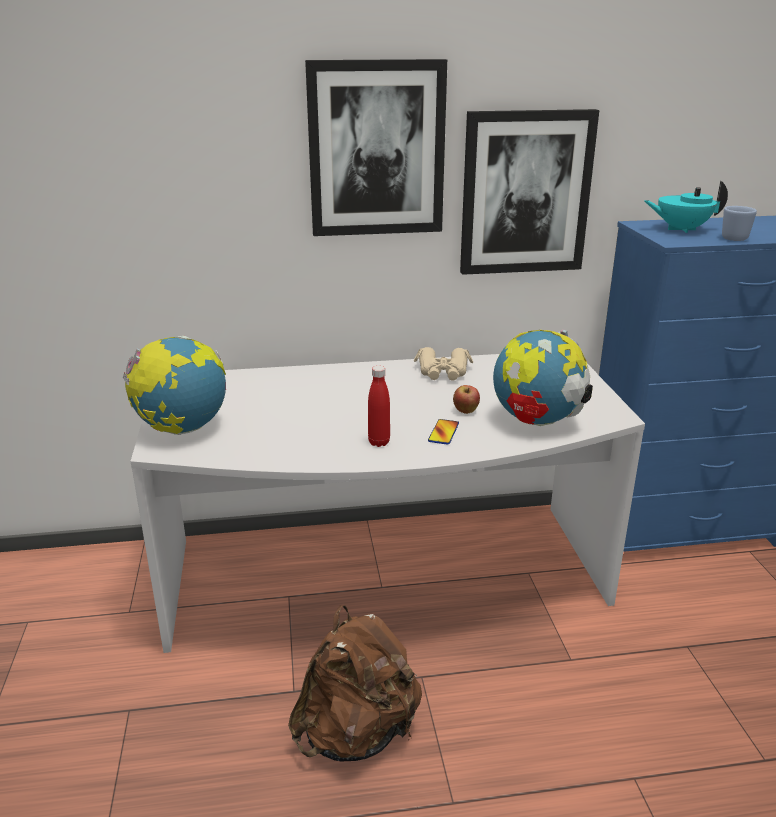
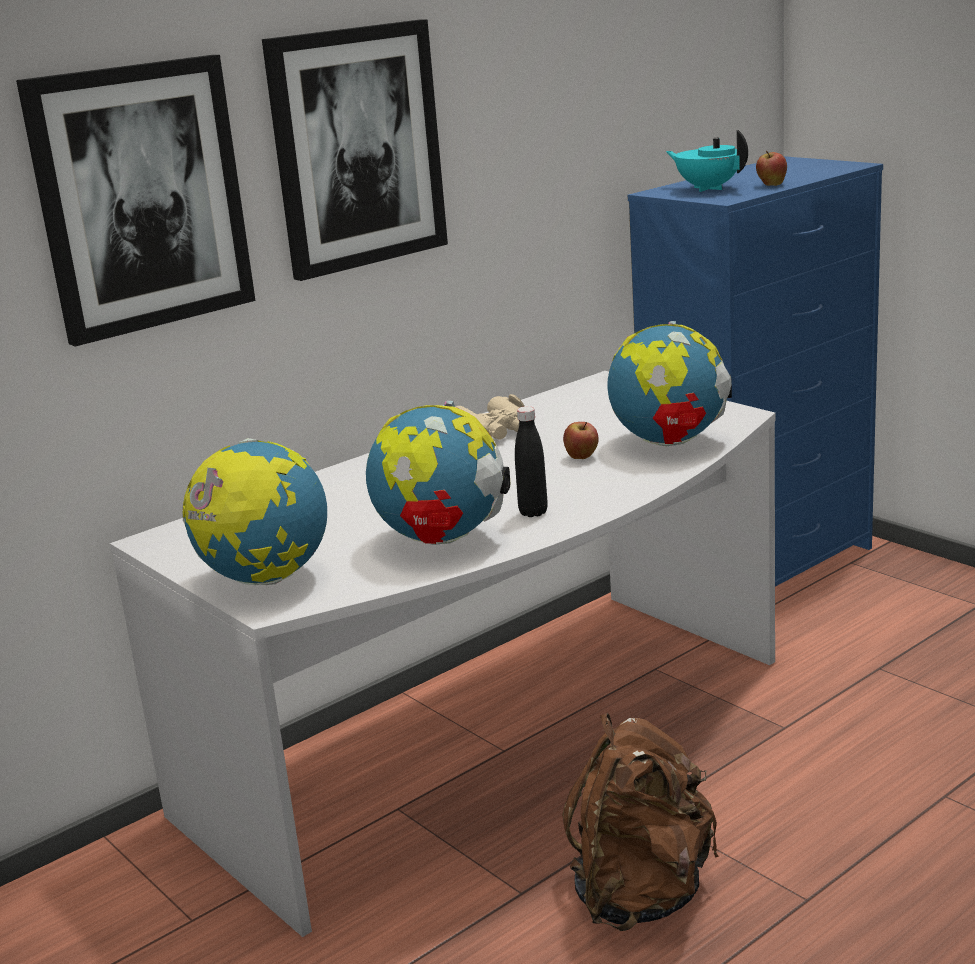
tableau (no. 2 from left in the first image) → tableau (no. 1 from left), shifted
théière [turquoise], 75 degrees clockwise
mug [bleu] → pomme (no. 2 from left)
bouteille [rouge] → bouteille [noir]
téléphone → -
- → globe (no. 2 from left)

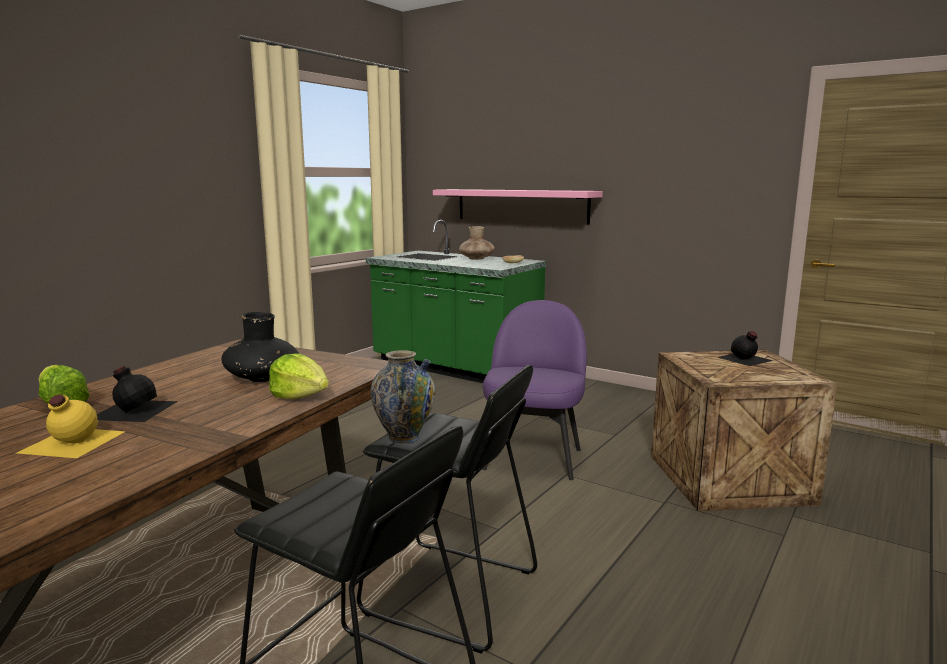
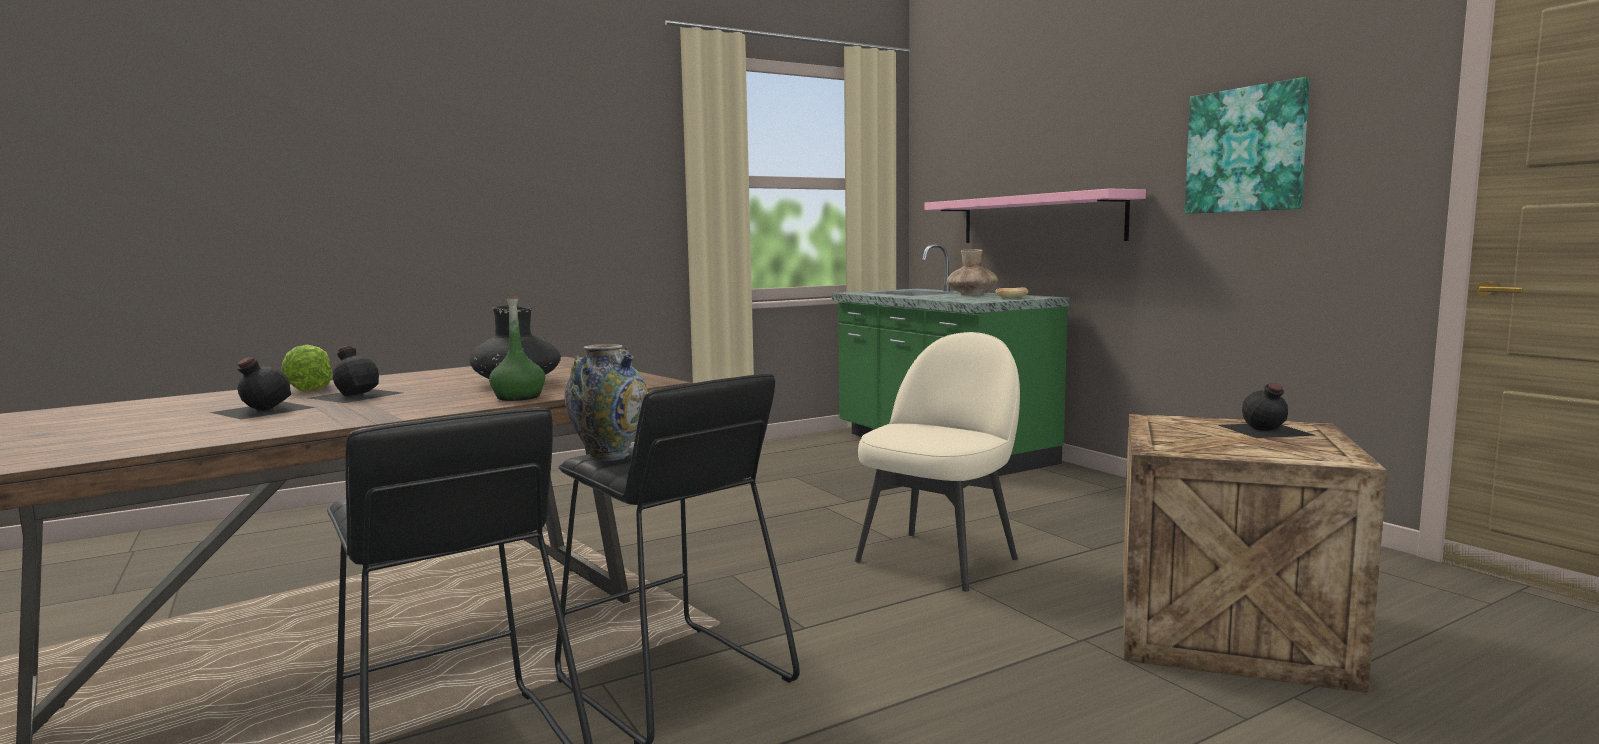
chaise [violet] → chaise [beige]
laitue (no. 2 from left) → bouteille [vert]
bouteille [jaune] → bouteille [noir] (no. 1 from left)
- → tableau

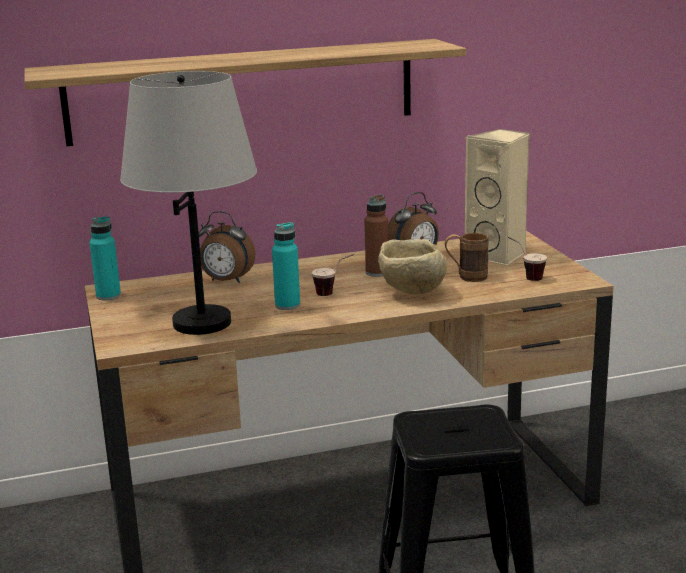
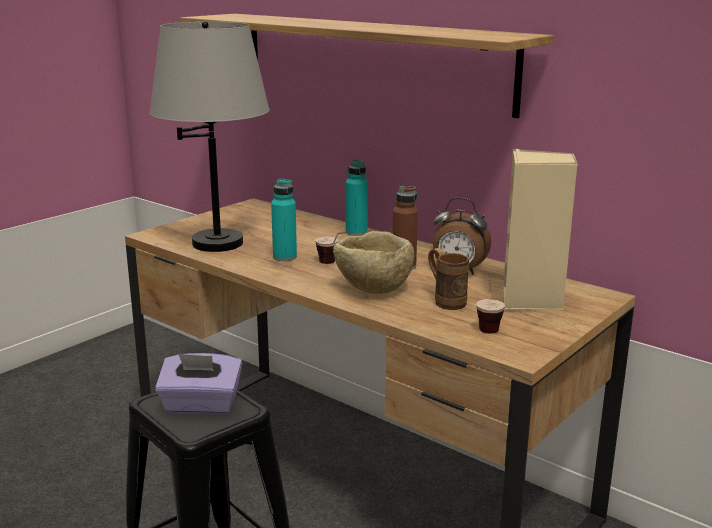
réveil (no. 1 from left) → -
bouteille [turquoise] (no. 1 from left in the first image) → bouteille [turquoise] (no. 2 from left), shifted
- → boîte à mouchoirs [violet]

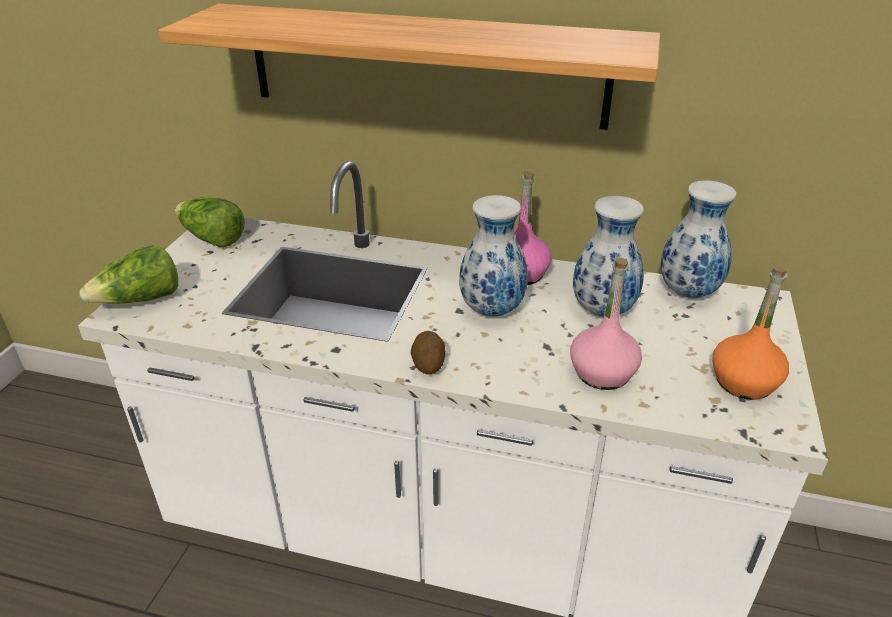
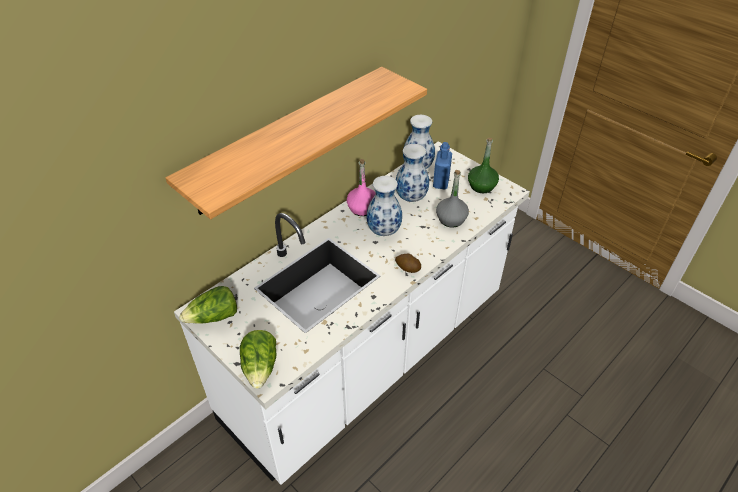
bouteille [rose] (no. 2 from left) → bouteille [gris]
bouteille [orange] → bouteille [vert]
- → bouteille [bleu]

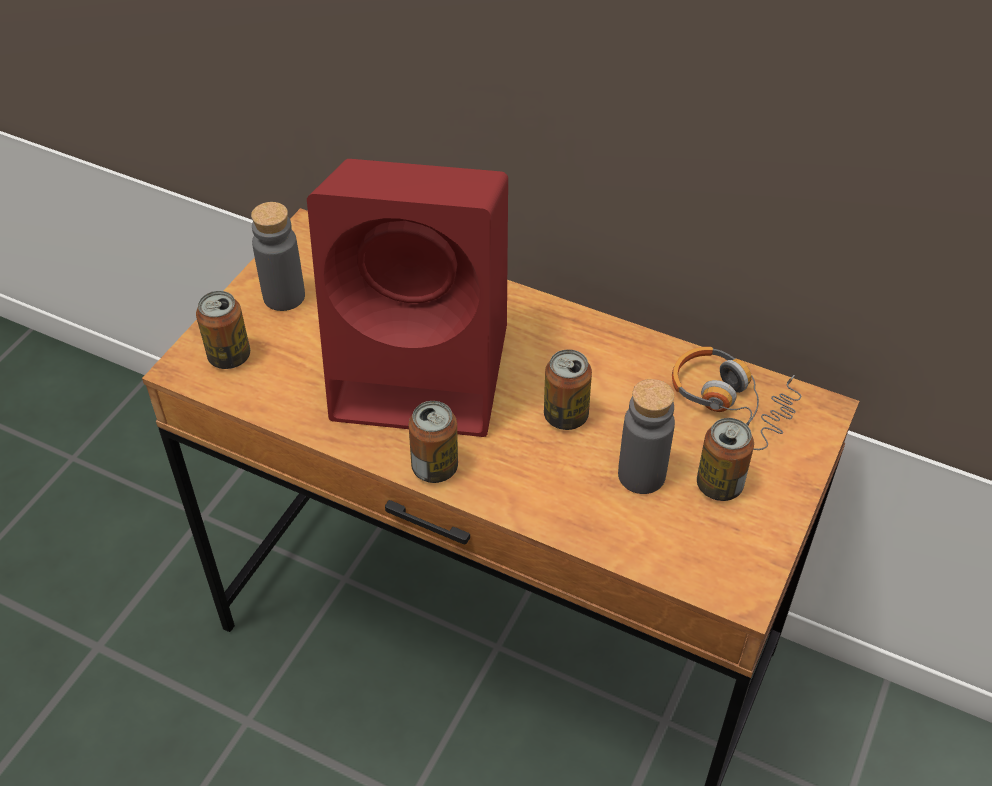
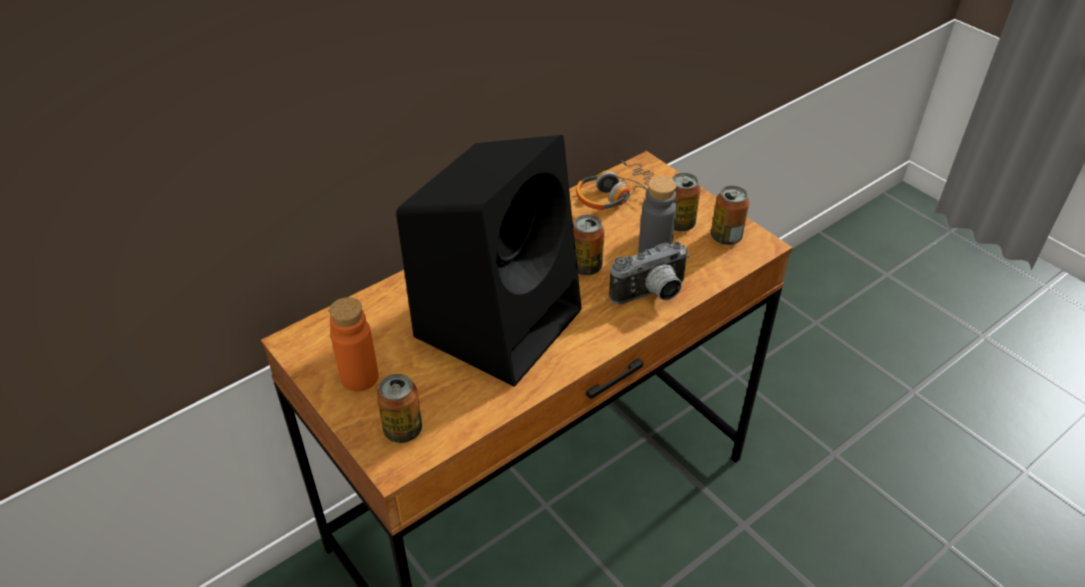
enceinte [rouge] → enceinte [noir]
bouteille [gris] (no. 1 from left) → bouteille [orange]
boîte métallique (no. 2 from left in the first image) → boîte métallique (no. 4 from left), shifted
- → appareil photo

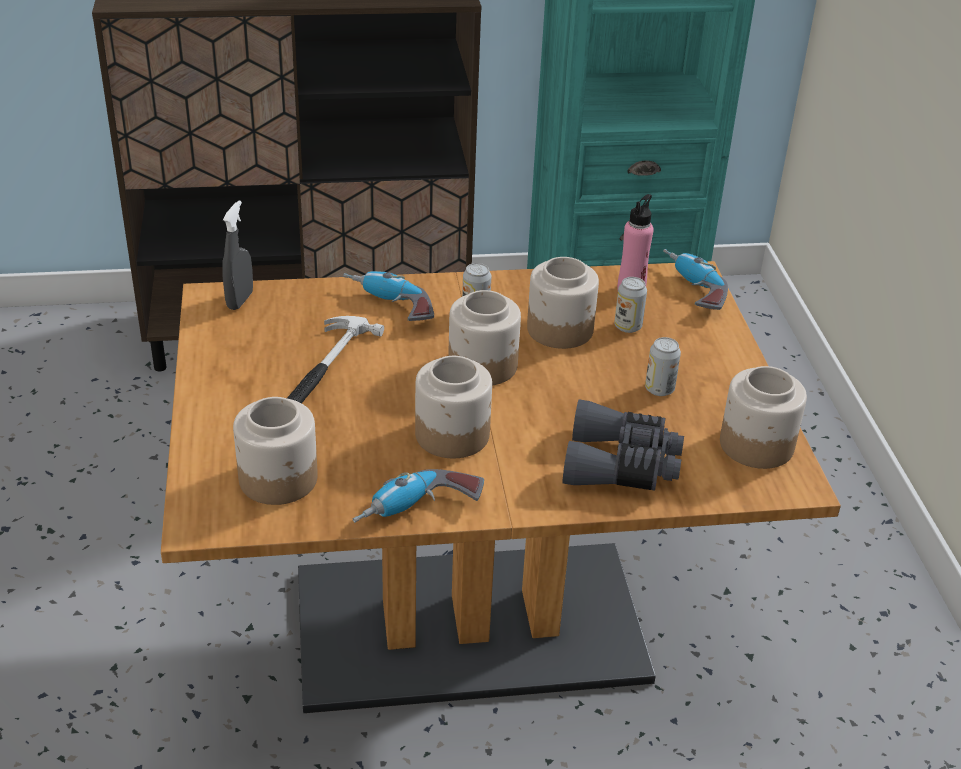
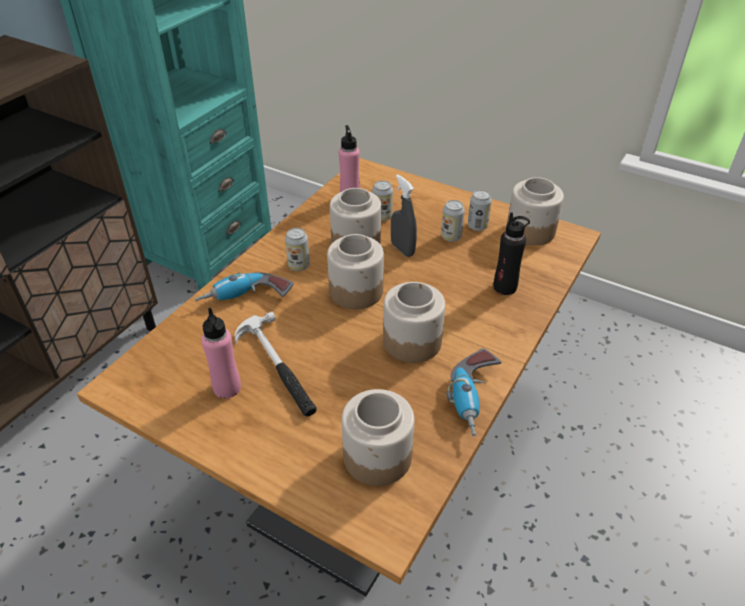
vaporisateur [gris], shifted
perceuse (no. 3 from left) → -
jumelles [gris] → bouteille [noir]
- → boîte métallique (no. 4 from left)
- → bouteille [rose] (no. 1 from left)

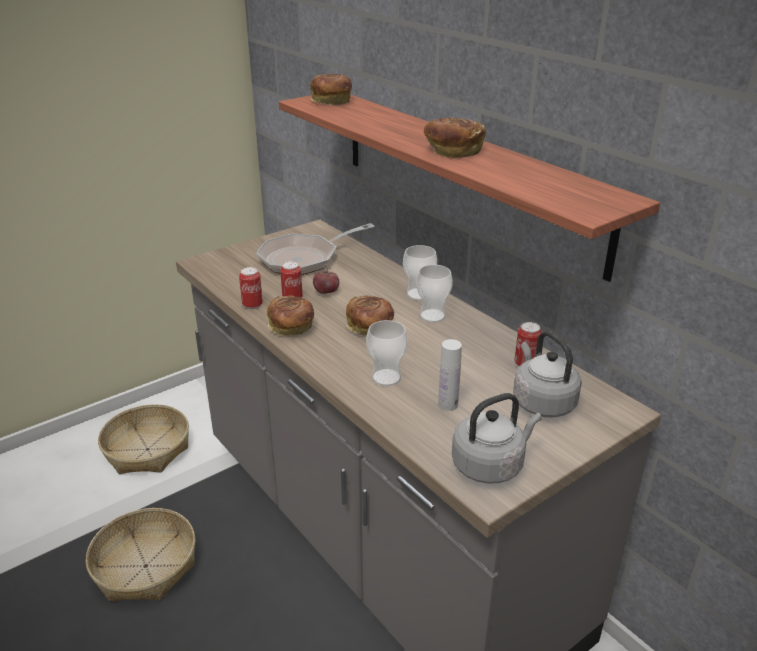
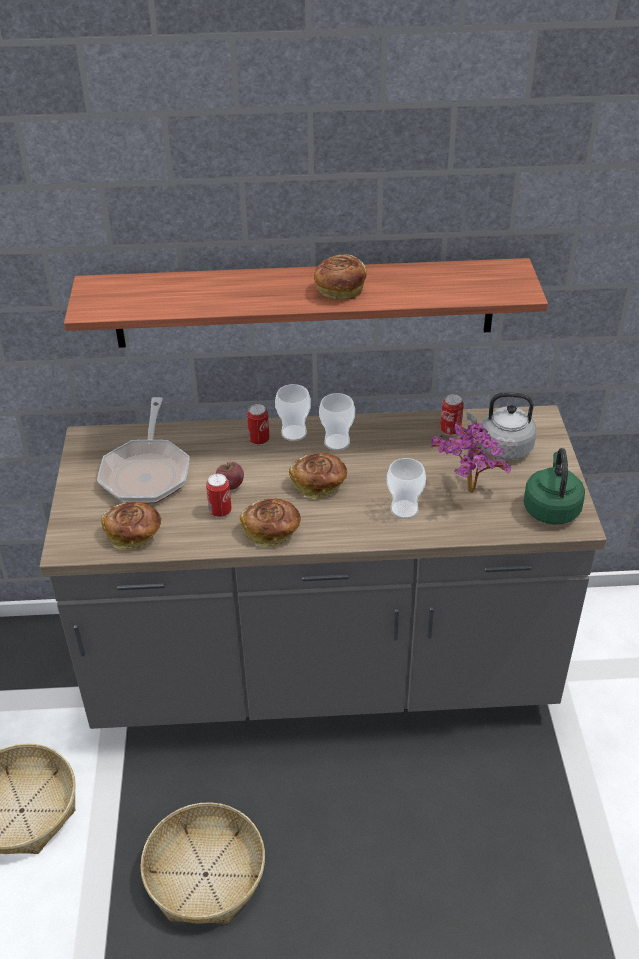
pain (no. 2 from left in the first image) → pain (no. 1 from left), shifted
boîte métallique (no. 1 from left in the first image) → boîte métallique (no. 2 from left), shifted
bouteille [blanc] → plante en pot
bouilloire [gris] (no. 1 from left) → bouilloire [vert]

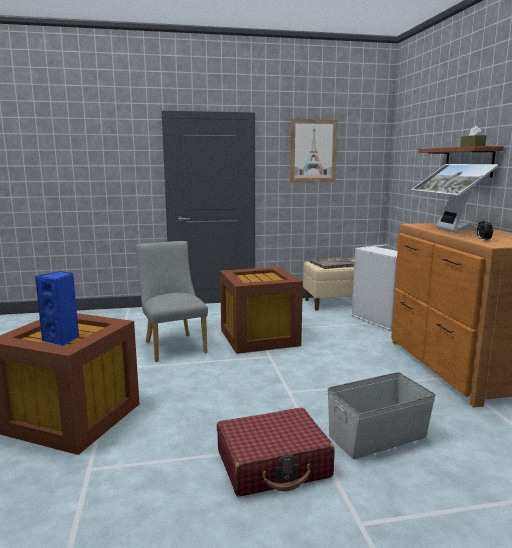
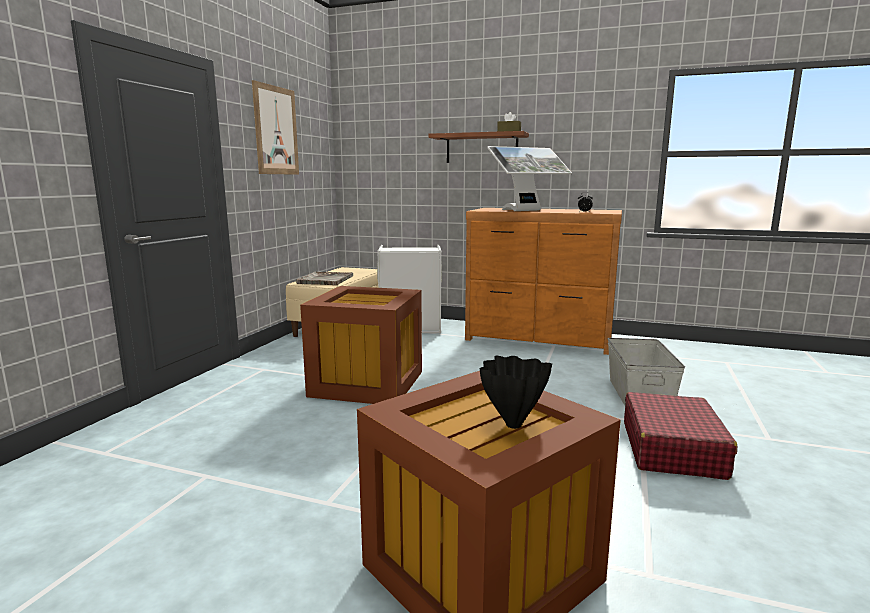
écran d'ordinateur, 45 degrees counterclockwise
chaise [gris] → -
enceinte [bleu] → vase [noir]

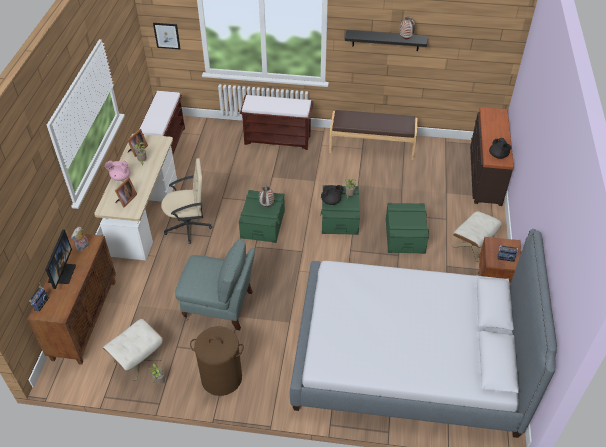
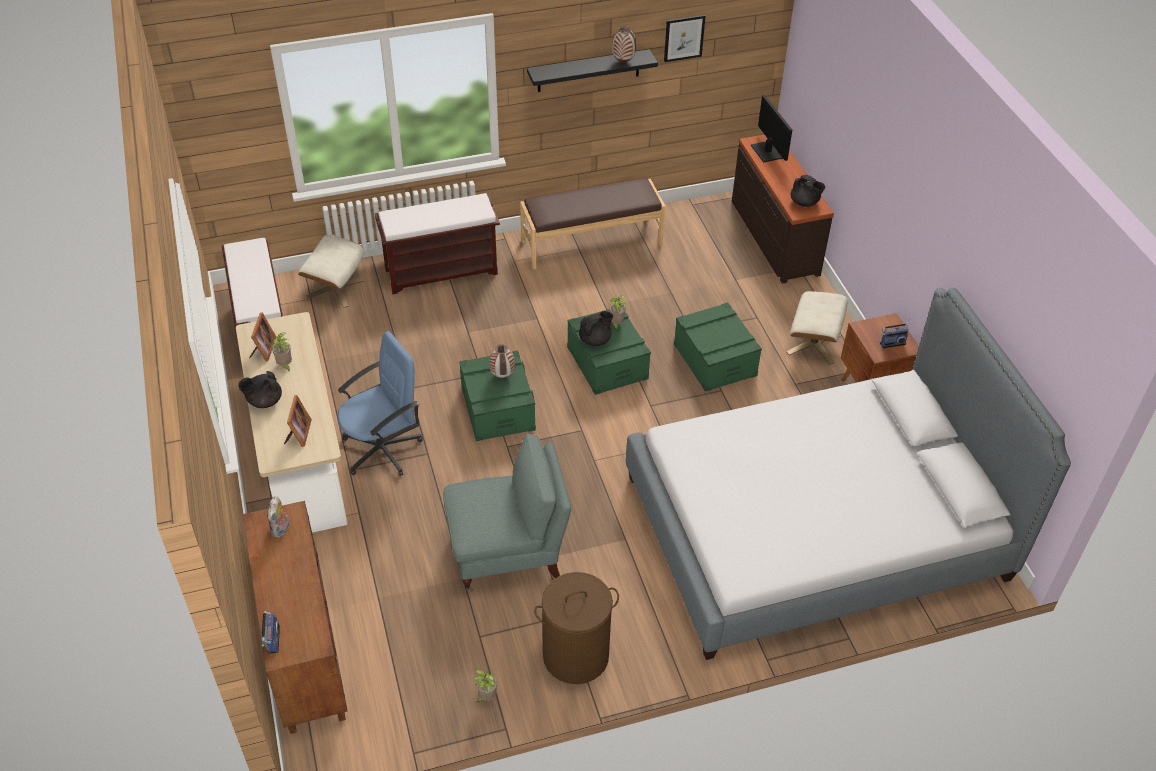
tableau, shifted
chaise de bureau [beige] → chaise de bureau [bleu]
théière [rose] → théière [noir] (no. 1 from left)
écran d'ordinateur, shifted
pouf [beige] (no. 1 from left), shifted

